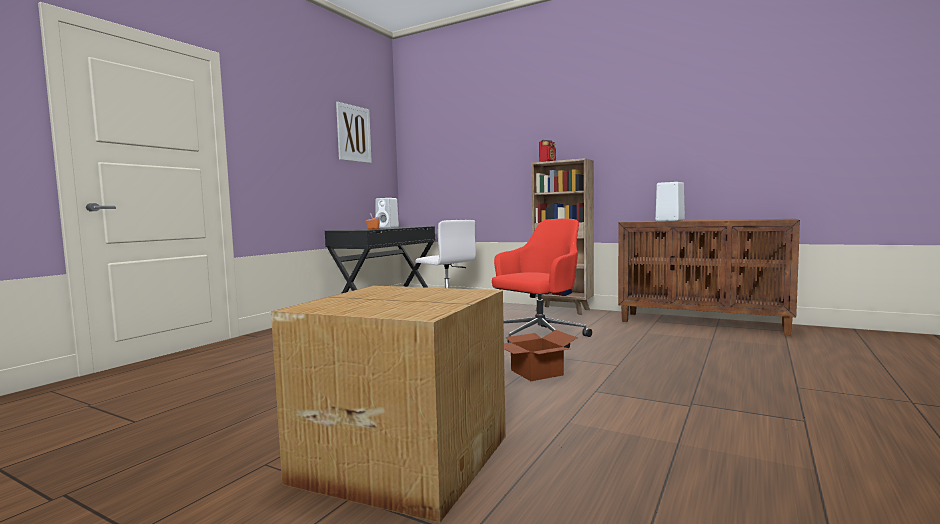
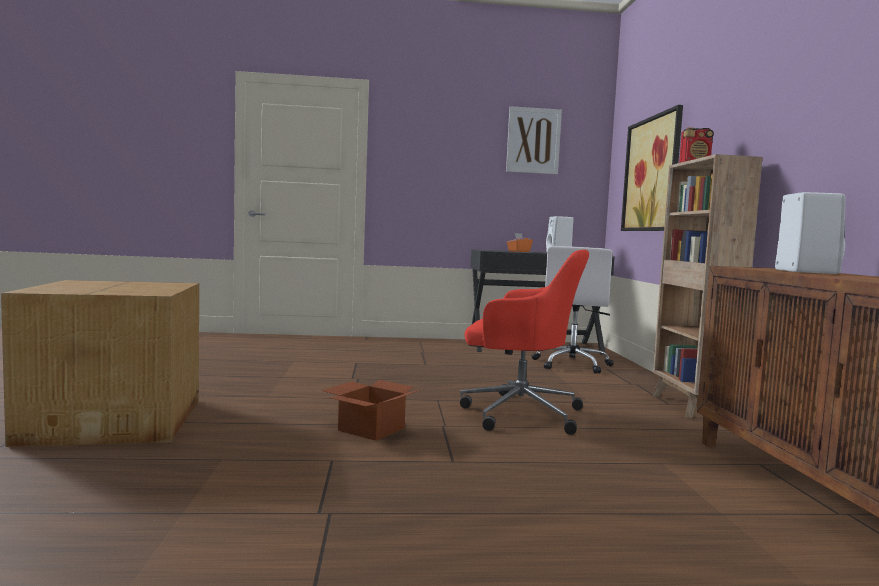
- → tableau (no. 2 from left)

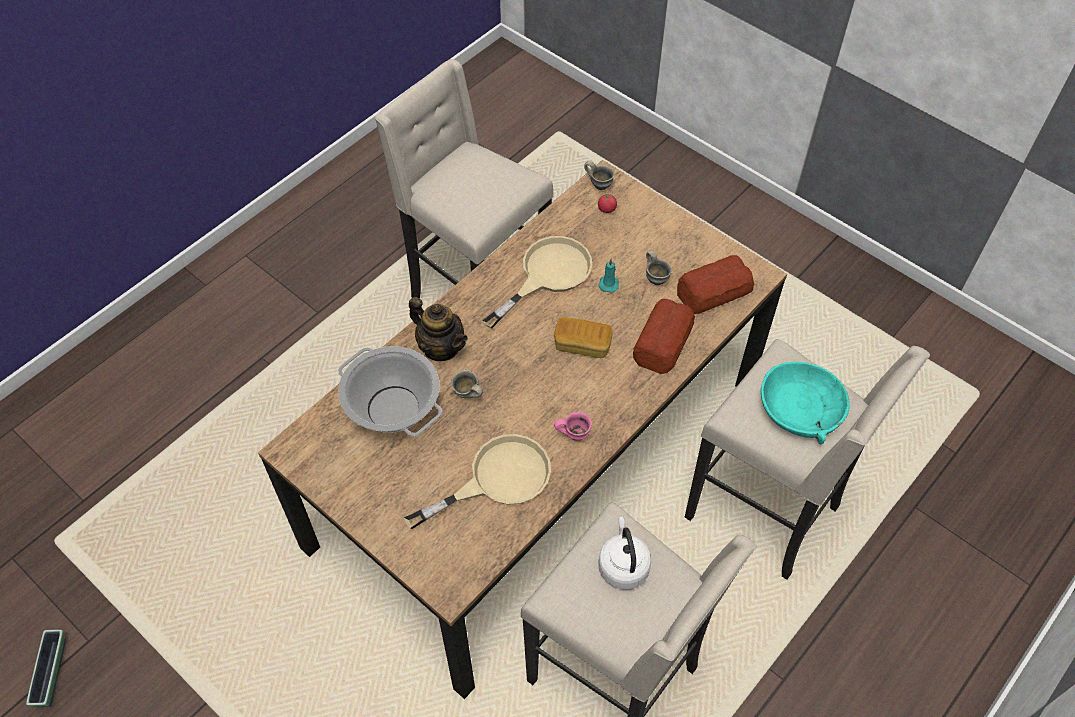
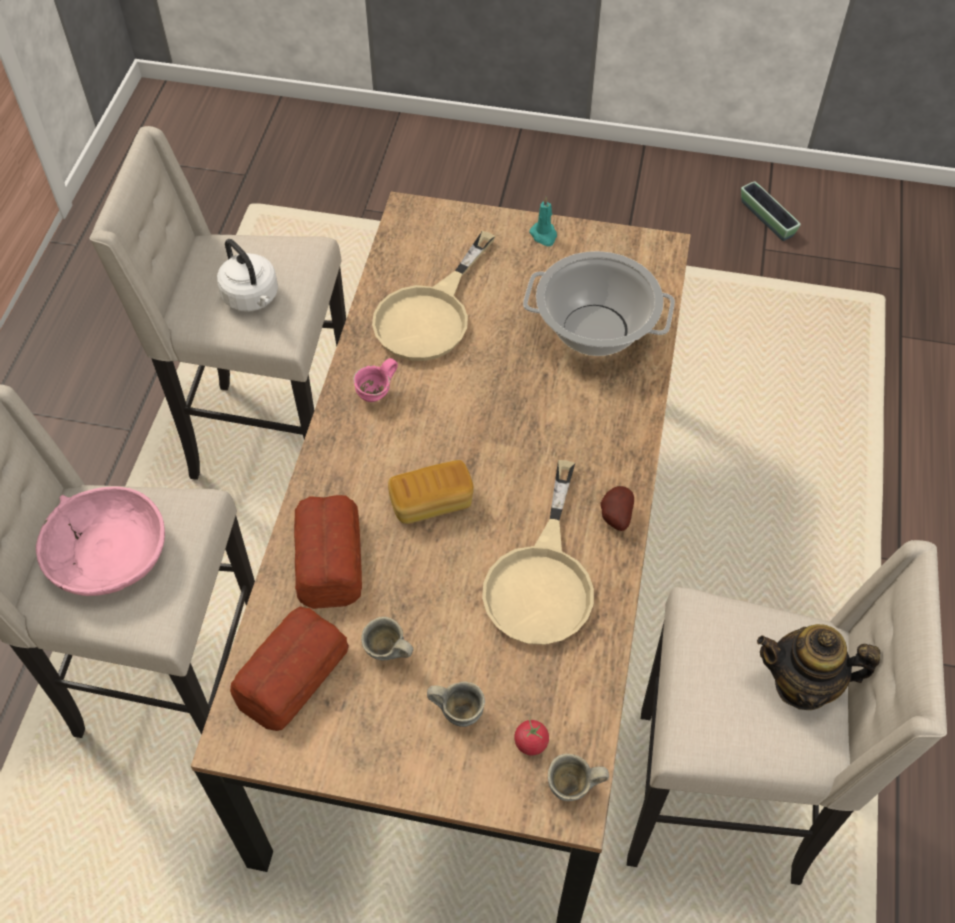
bougie [turquoise], shifted
théière, shifted
bol [turquoise] → bol [rose]
mug [gris] (no. 1 from left in the first image) → mug [gris] (no. 2 from left), shifted
- → pomme de terre

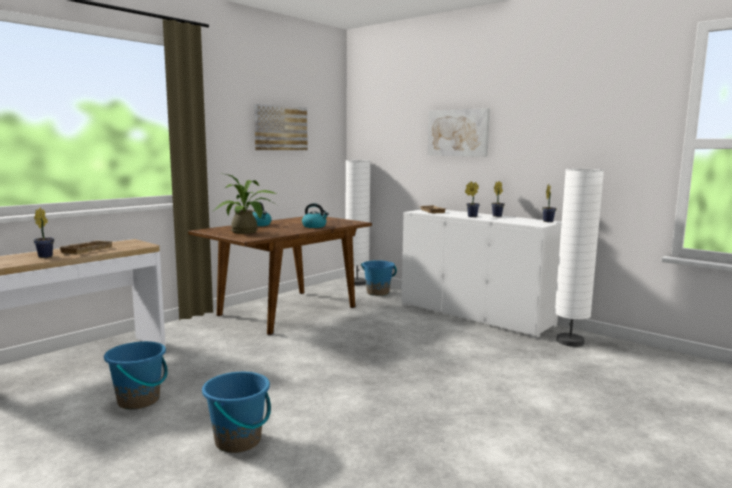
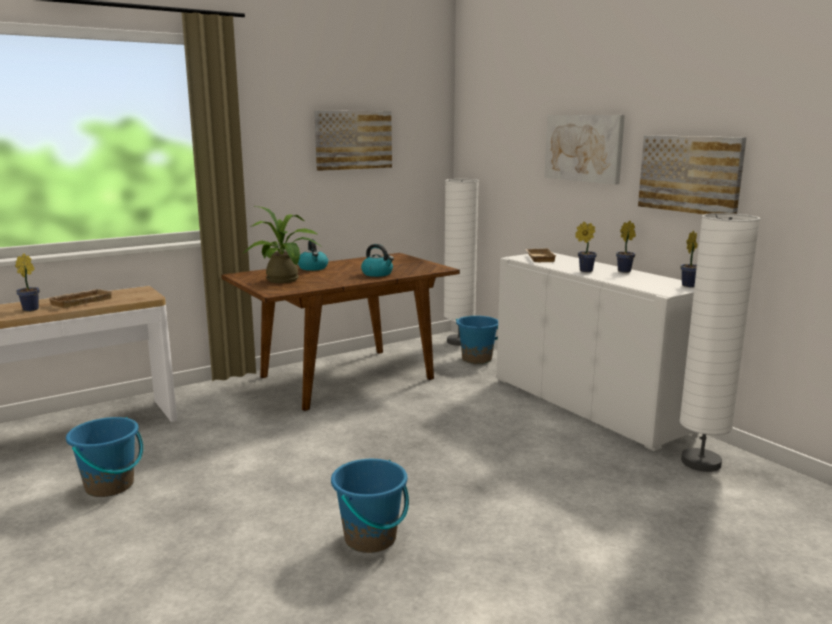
seau [bleu] (no. 2 from left), shifted
- → tableau (no. 3 from left)

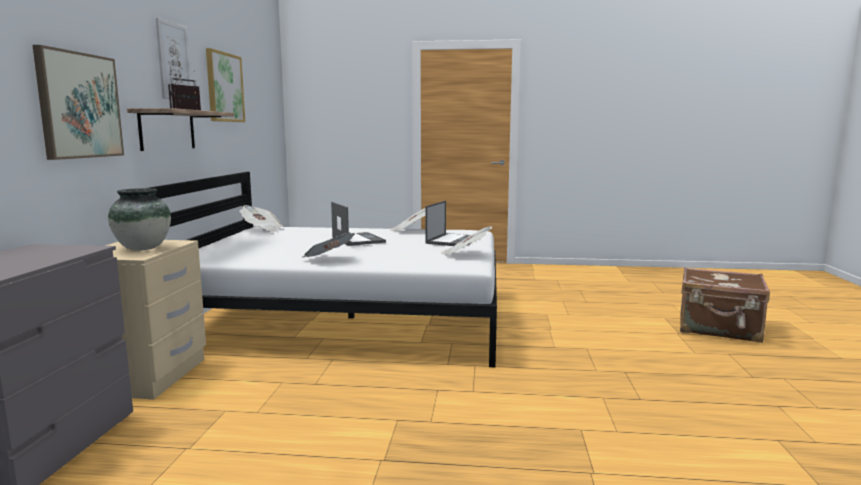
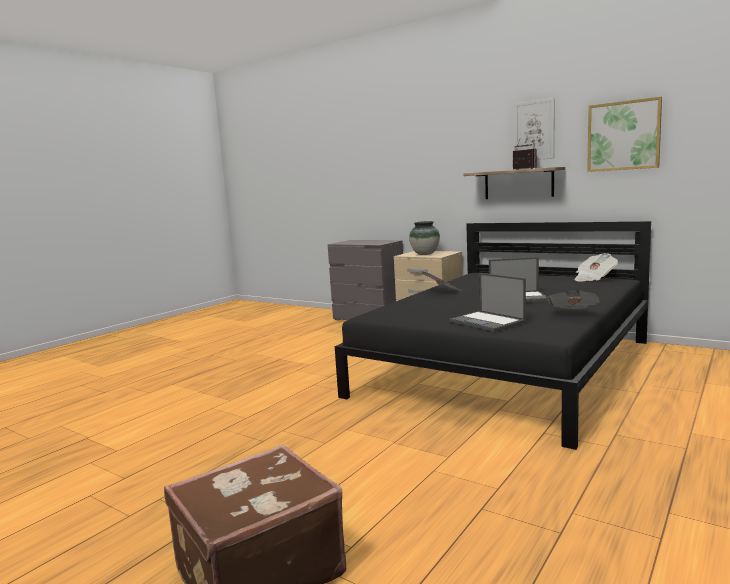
tableau (no. 1 from left) → -
lit [blanc] → lit [noir]
journal (no. 4 from left) → -

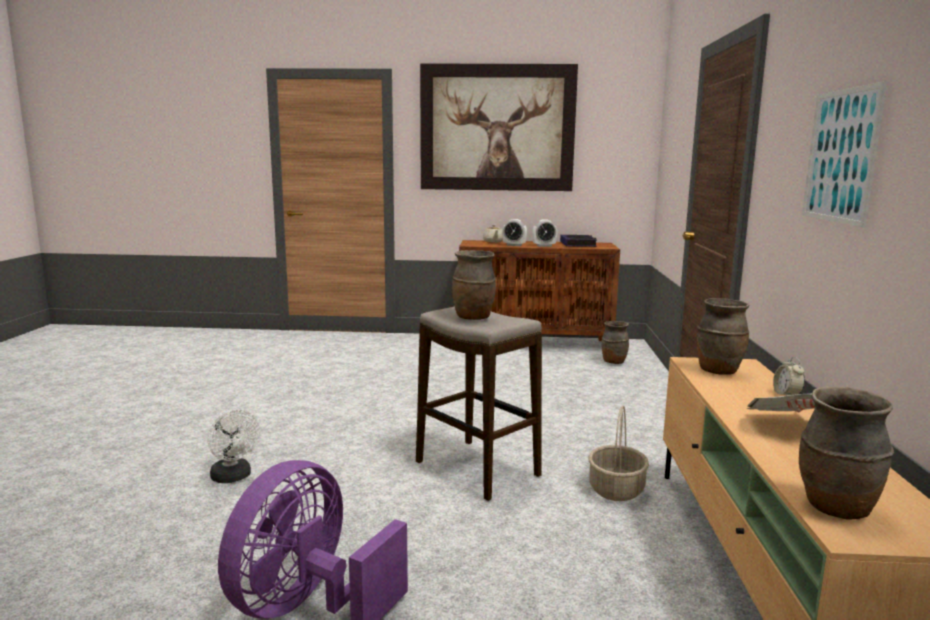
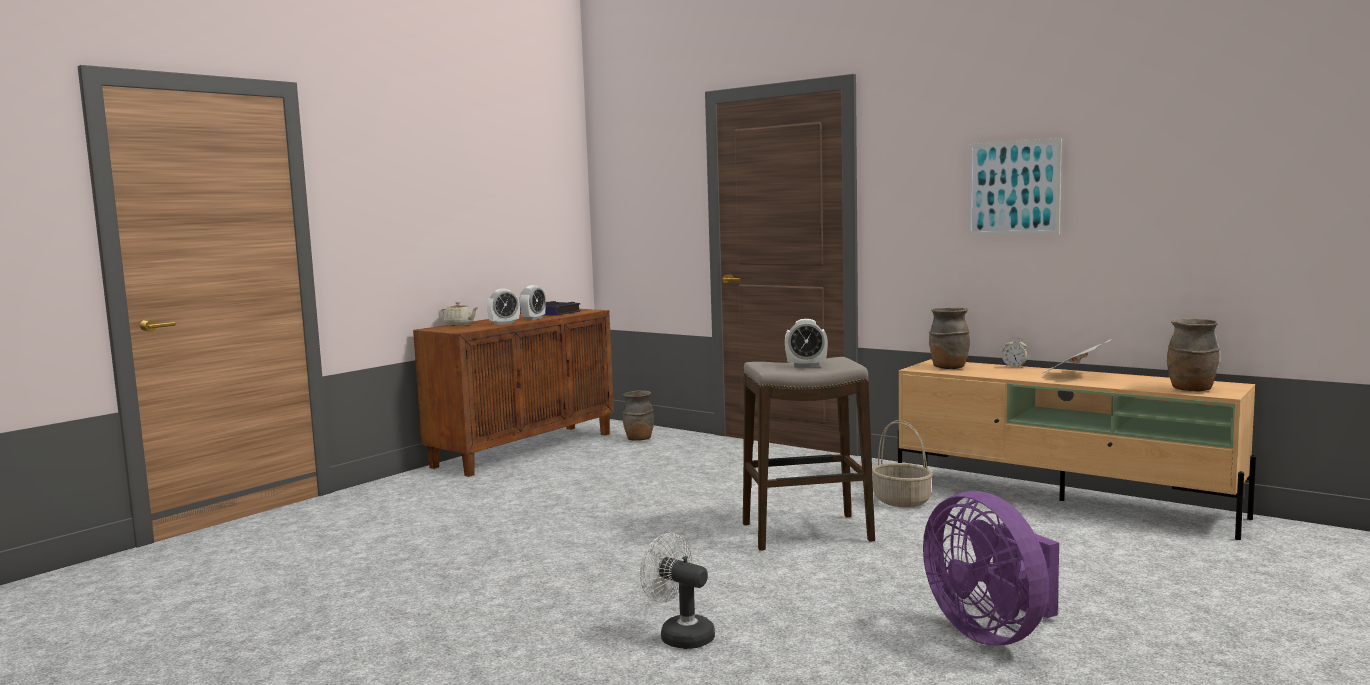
tableau (no. 1 from left) → -
vase [marron] (no. 1 from left) → réveil (no. 3 from left)
ventilateur [blanc], 135 degrees counterclockwise

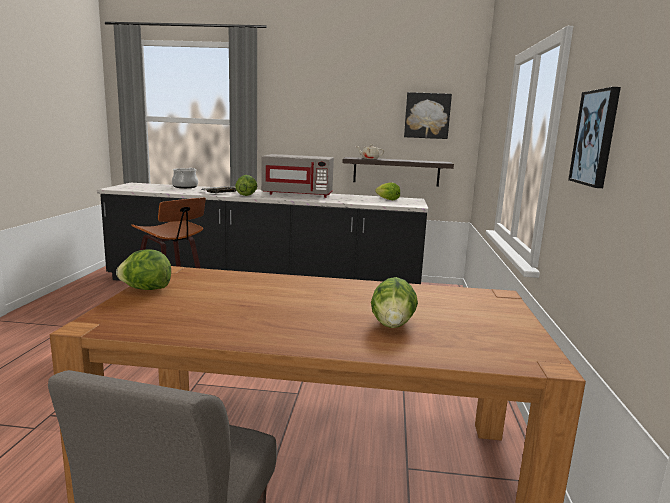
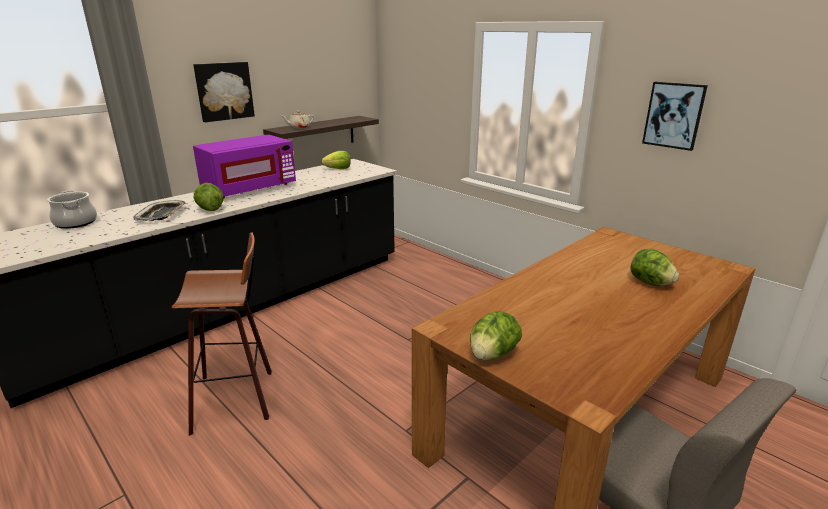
tableau (no. 1 from left), shifted
micro-ondes [gris] → micro-ondes [violet]

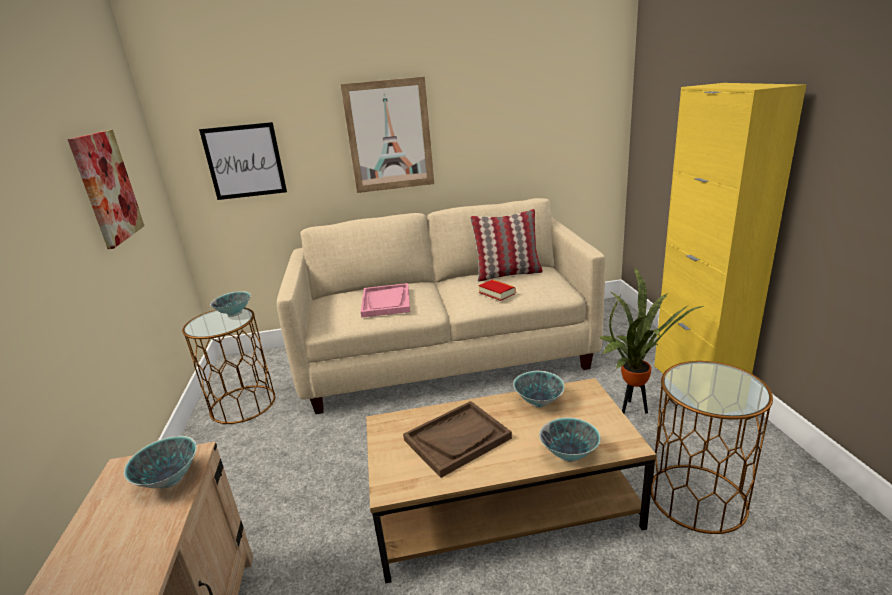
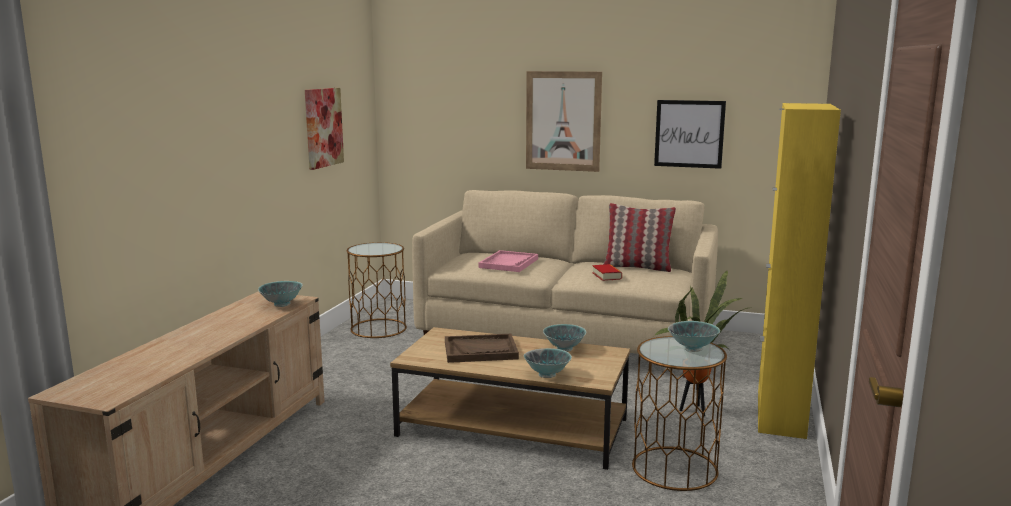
tableau (no. 2 from left in the first image) → tableau (no. 3 from left), shifted
bol (no. 2 from left in the first image) → bol (no. 4 from left), shifted

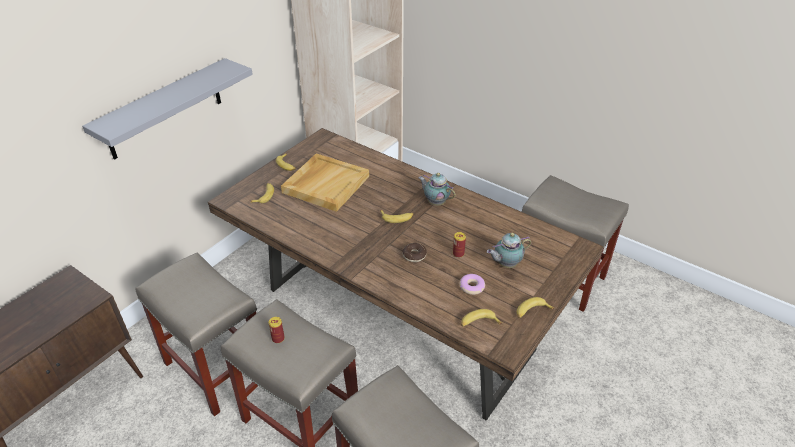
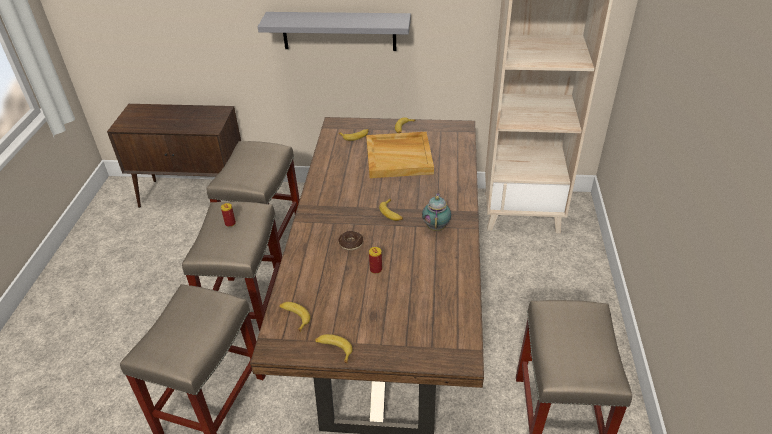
théière (no. 2 from left) → -
beignet (no. 2 from left) → -

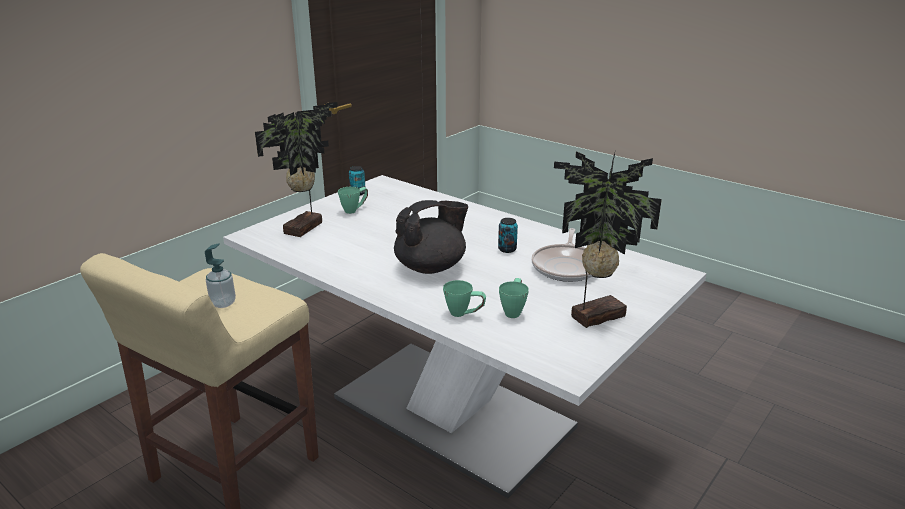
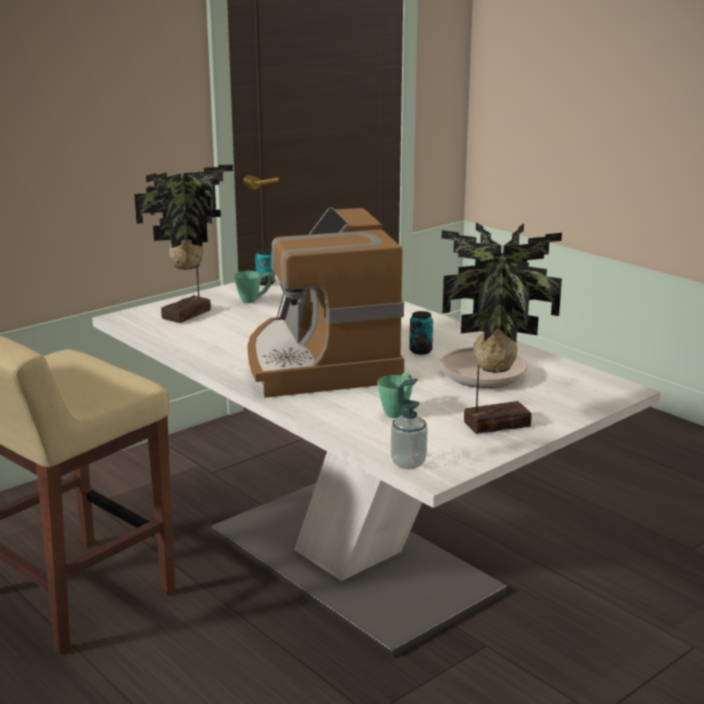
théière [noir] → machine à café
distributeur de savon, shifted
mug [vert] (no. 2 from left) → -

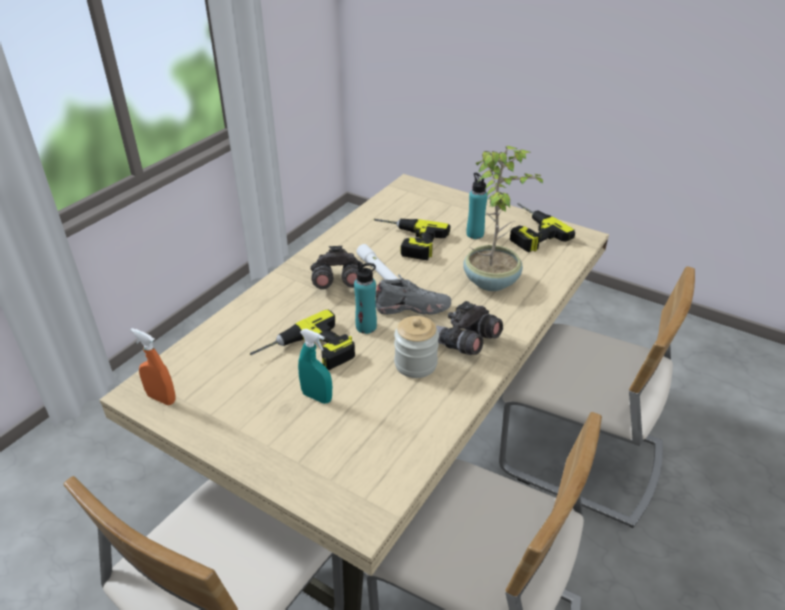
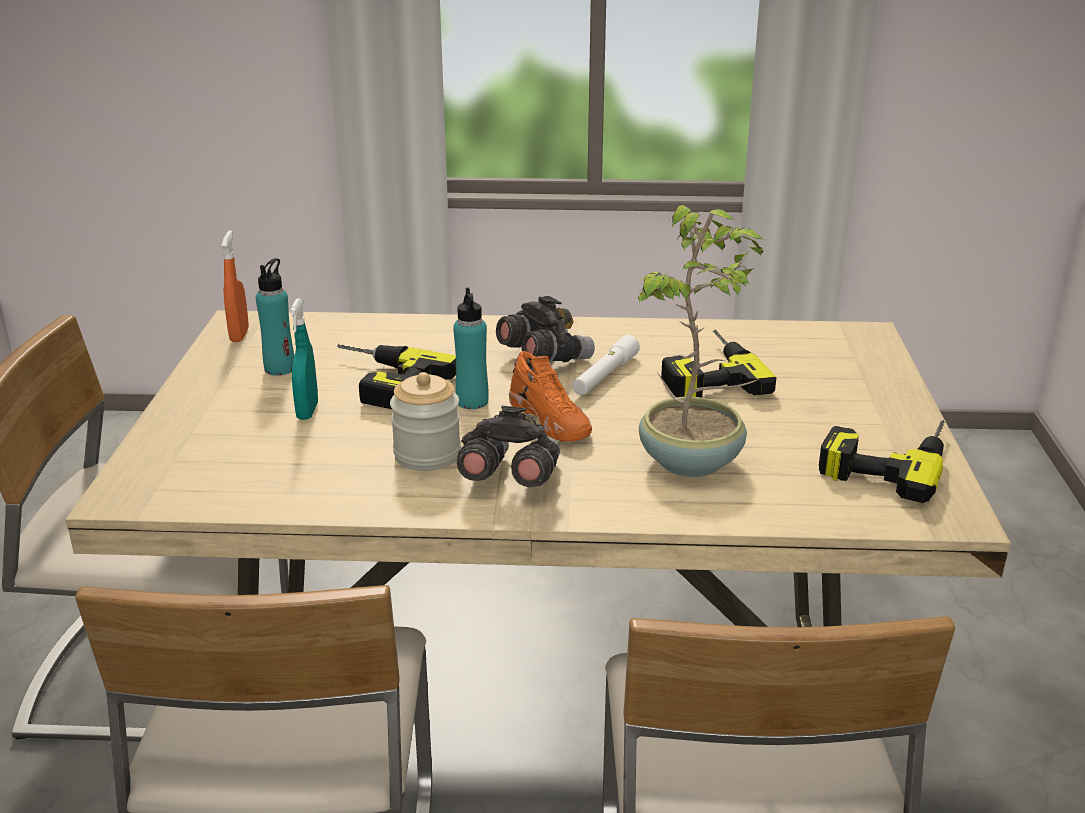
bouteille [turquoise] (no. 2 from left in the first image) → bouteille [turquoise] (no. 1 from left), shifted
chaussure [gris] → chaussure [orange]

